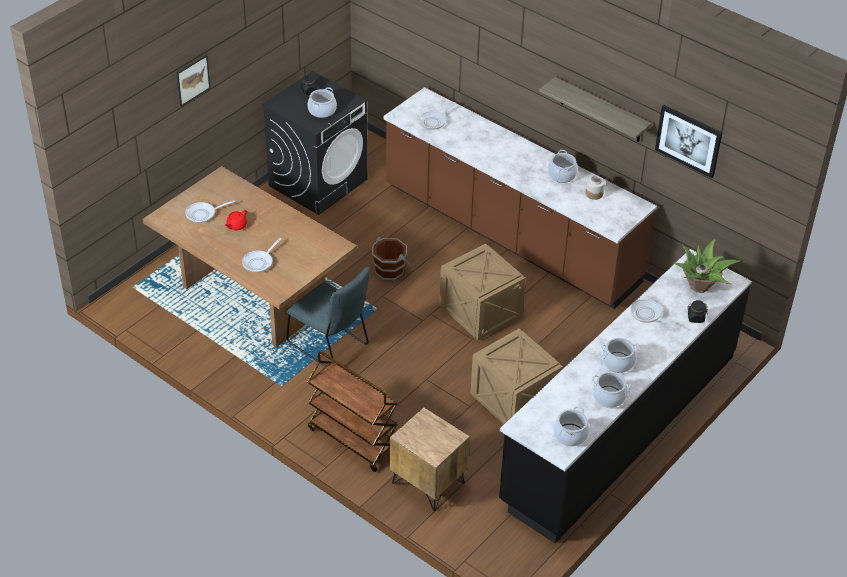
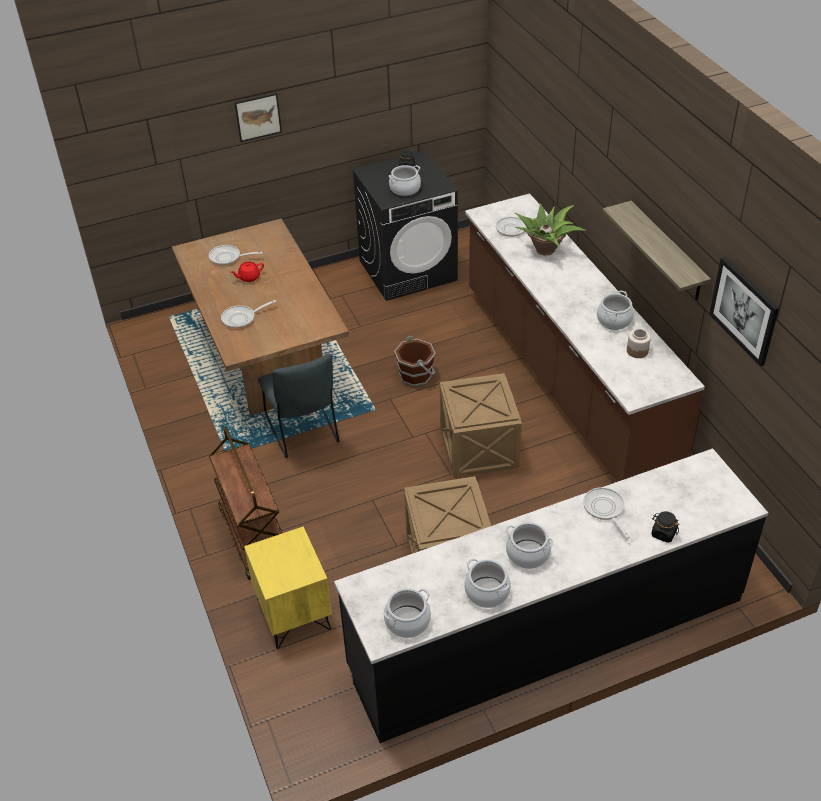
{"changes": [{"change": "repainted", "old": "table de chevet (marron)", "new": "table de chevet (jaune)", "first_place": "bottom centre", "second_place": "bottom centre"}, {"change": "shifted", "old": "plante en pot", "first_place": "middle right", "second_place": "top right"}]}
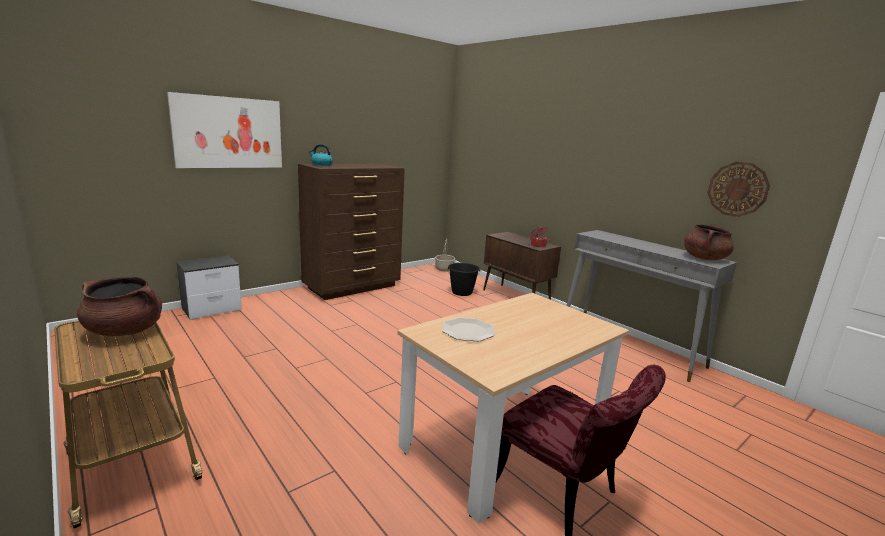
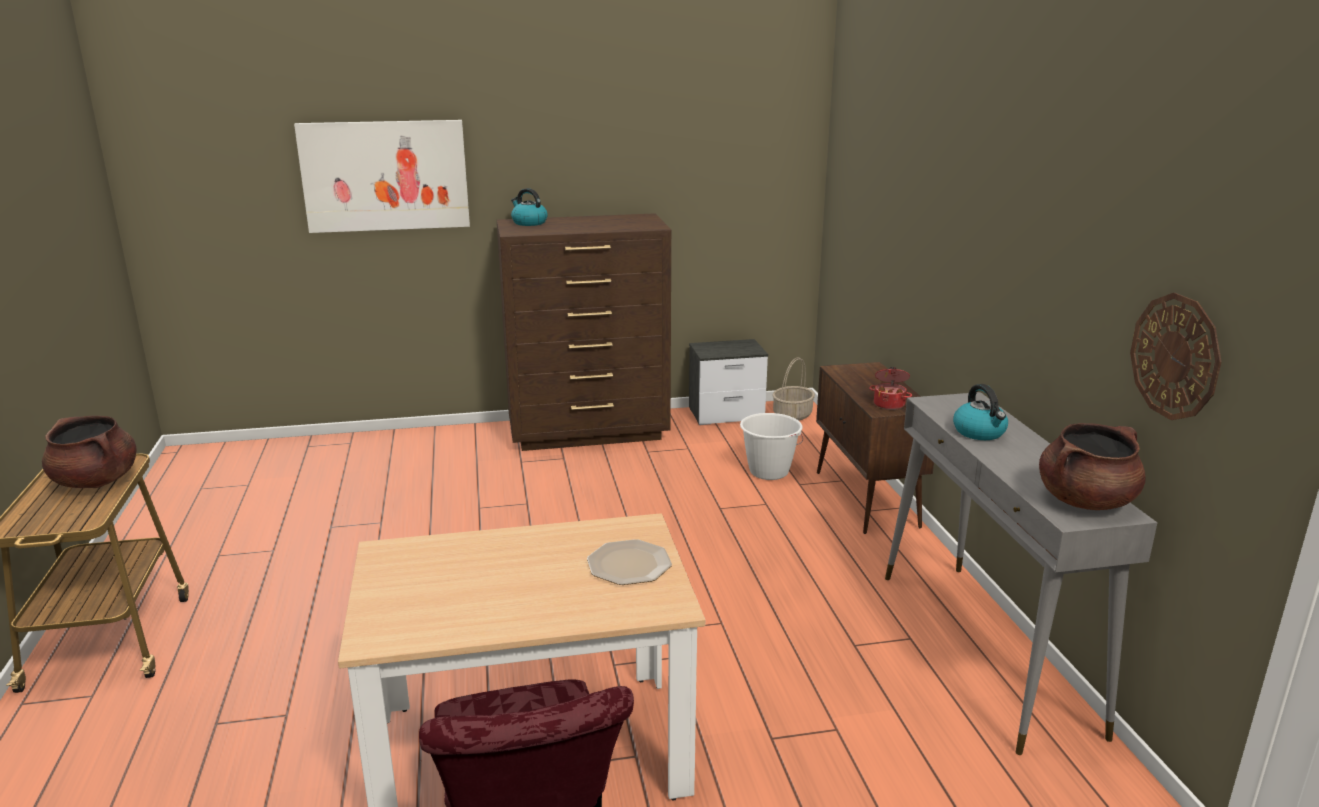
{"changes": [{"change": "shifted", "old": "assiette", "first_place": "centre", "second_place": "bottom centre"}, {"change": "shifted", "old": "table de chevet", "first_place": "middle left", "second_place": "centre"}, {"change": "repainted", "old": "seau (noir)", "new": "seau (blanc)", "first_place": "centre", "second_place": "centre"}, {"change": "new", "new": "bouilloire (no. 2 from left)", "second_place": "middle right"}]}
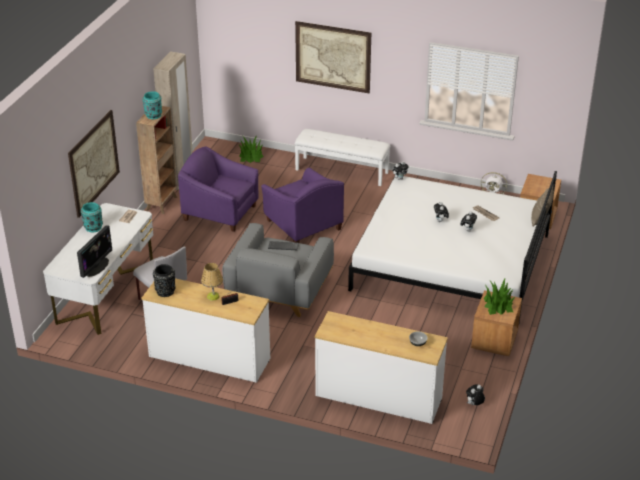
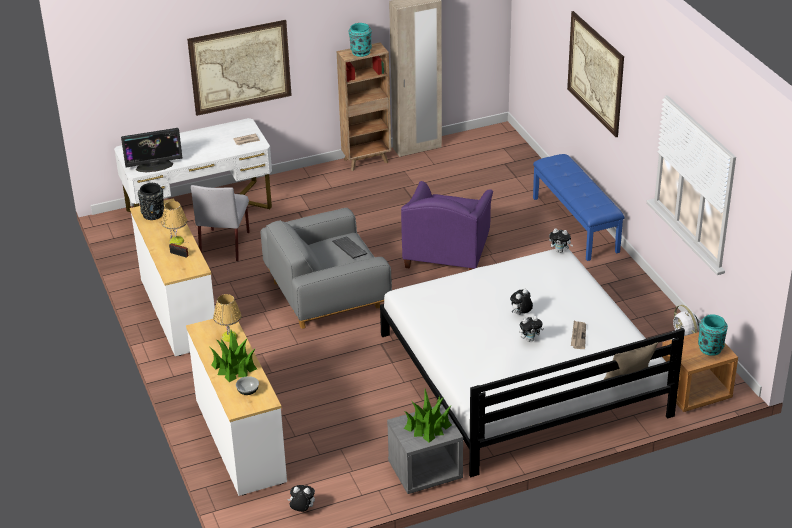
{"changes": [{"change": "shifted", "old": "plante en pot (no. 1 from left)", "first_place": "top centre", "second_place": "bottom left"}, {"change": "new", "new": "lampe de table (no. 2 from left)", "second_place": "middle left"}, {"change": "repainted", "old": "table de chevet (marron) (no. 1 from left)", "new": "table de chevet (gris)", "first_place": "bottom right", "second_place": "bottom centre"}, {"change": "repainted", "old": "banc (blanc)", "new": "banc (bleu)", "first_place": "top centre", "second_place": "middle right"}, {"change": "shifted", "old": "vase (turquoise) (no. 1 from left in the first image)", "new": "vase (turquoise) (no. 2 from left)", "first_place": "middle left", "second_place": "middle right"}, {"change": "gone", "old": "fauteuil (violet) (no. 1 from left)", "first_place": "centre"}]}
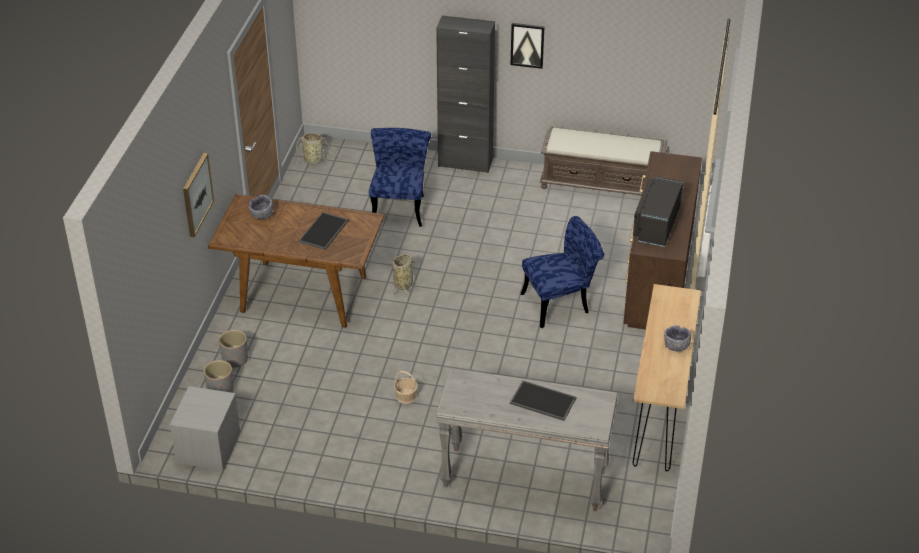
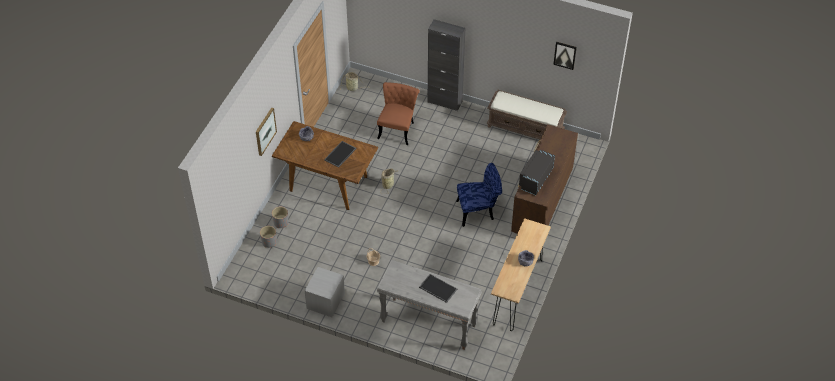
{"changes": [{"change": "shifted", "old": "table de chevet (gris)", "first_place": "bottom left", "second_place": "bottom centre"}, {"change": "repainted", "old": "chaise (bleu) (no. 1 from left)", "new": "chaise (marron)", "first_place": "top centre", "second_place": "top centre"}, {"change": "shifted", "old": "tableau (no. 2 from left)", "first_place": "top centre", "second_place": "top right"}]}
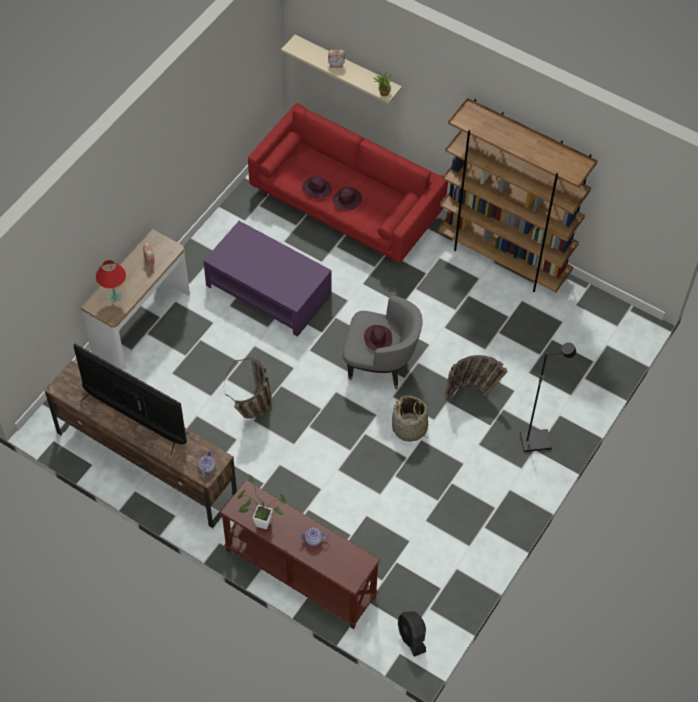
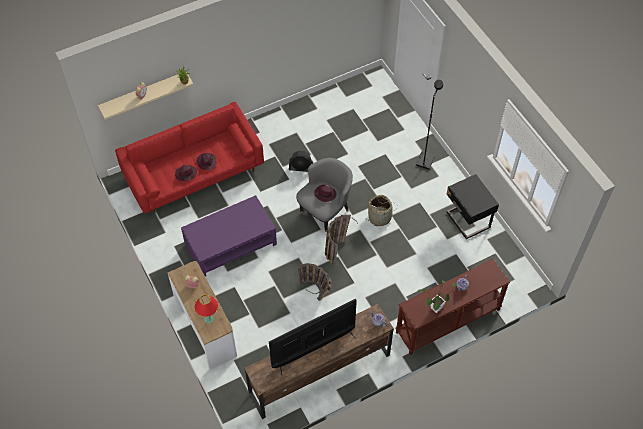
{"changes": [{"change": "shifted", "old": "ventilateur (noir)", "first_place": "bottom centre", "second_place": "centre"}, {"change": "shifted", "old": "panier (no. 3 from left in the first image)", "new": "panier (no. 2 from left)", "first_place": "middle right", "second_place": "centre"}, {"change": "new", "new": "table de chevet (noir)", "second_place": "middle right"}, {"change": "gone", "old": "bibliothèque (marron)", "first_place": "top right"}]}
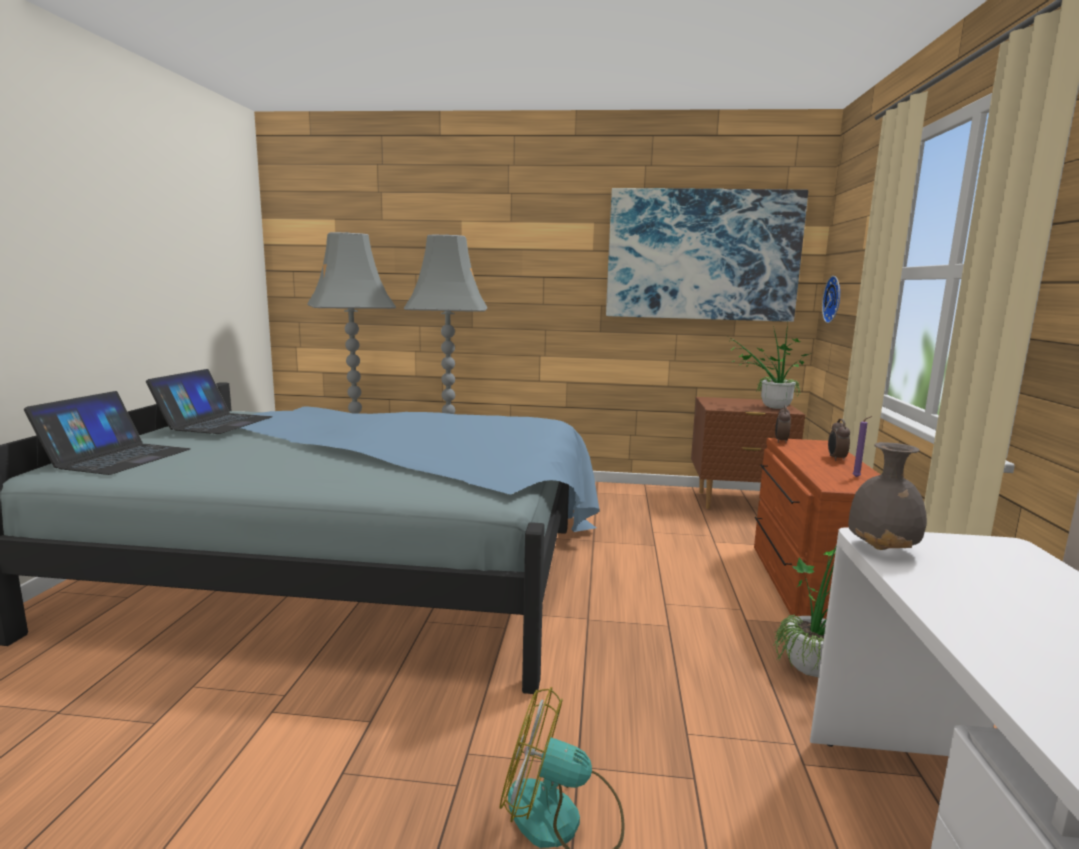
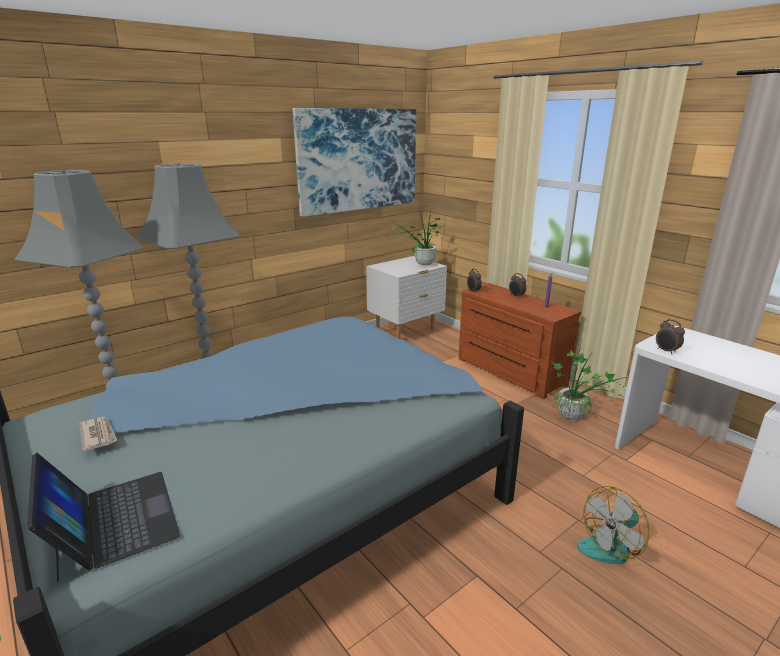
{"changes": [{"change": "swapped", "old": "ordinateur portable (no. 2 from left)", "new": "journal", "first_place": "middle left", "second_place": "middle left"}, {"change": "repainted", "old": "table de chevet (marron)", "new": "table de chevet (blanc)", "first_place": "middle right", "second_place": "centre"}, {"change": "swapped", "old": "vase (gris)", "new": "réveil (no. 3 from left)", "first_place": "middle right", "second_place": "middle right"}, {"change": "gone", "old": "horloge murale", "first_place": "middle right"}]}
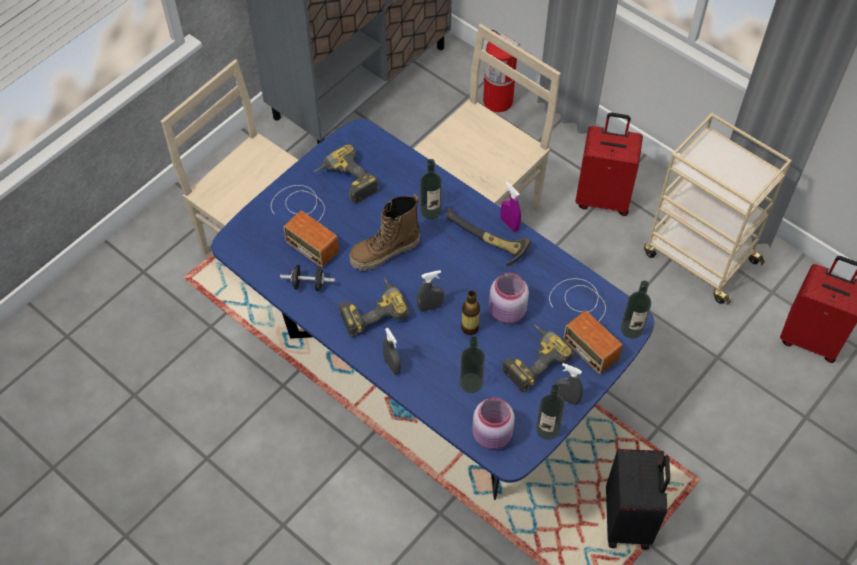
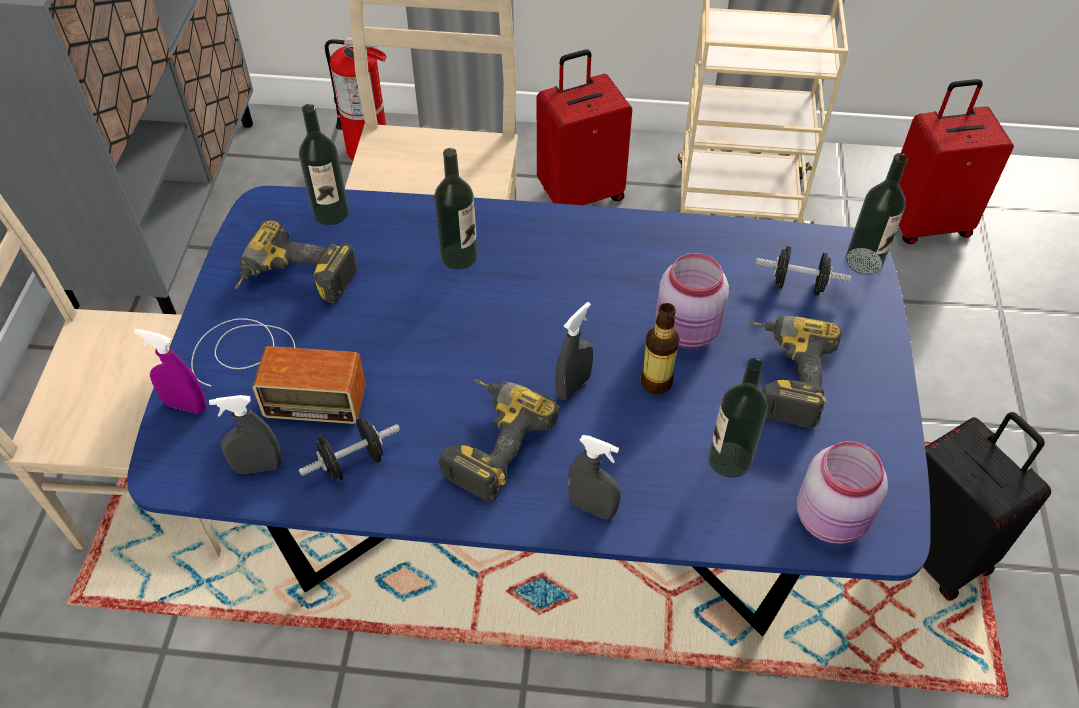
{"changes": [{"change": "shifted", "old": "vaporisateur (violet)", "first_place": "centre", "second_place": "middle left"}, {"change": "shifted", "old": "vaporisateur (gris) (no. 3 from left in the first image)", "new": "vaporisateur (gris) (no. 1 from left)", "first_place": "bottom centre", "second_place": "middle left"}, {"change": "shifted", "old": "bouteille (no. 4 from left in the first image)", "new": "bouteille (no. 1 from left)", "first_place": "bottom centre", "second_place": "top left"}, {"change": "swapped", "old": "radio (no. 2 from left)", "new": "haltère (noir) (no. 2 from left)", "first_place": "middle right", "second_place": "middle right"}, {"change": "gone", "old": "botte", "first_place": "centre"}, {"change": "gone", "old": "marteau", "first_place": "centre"}]}
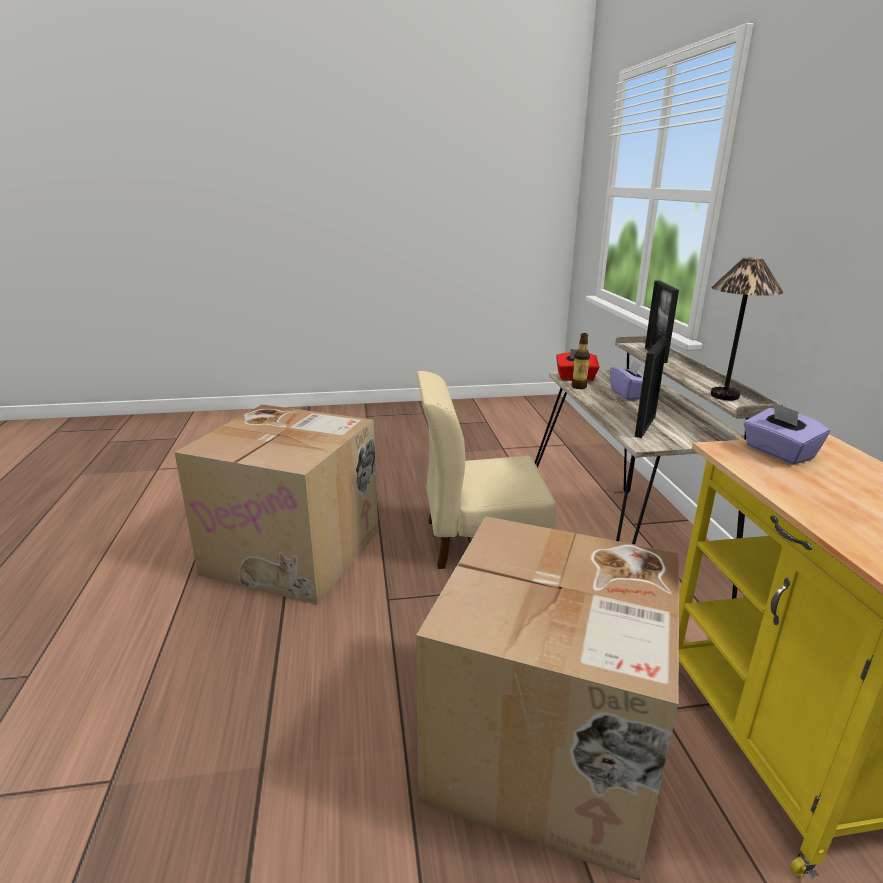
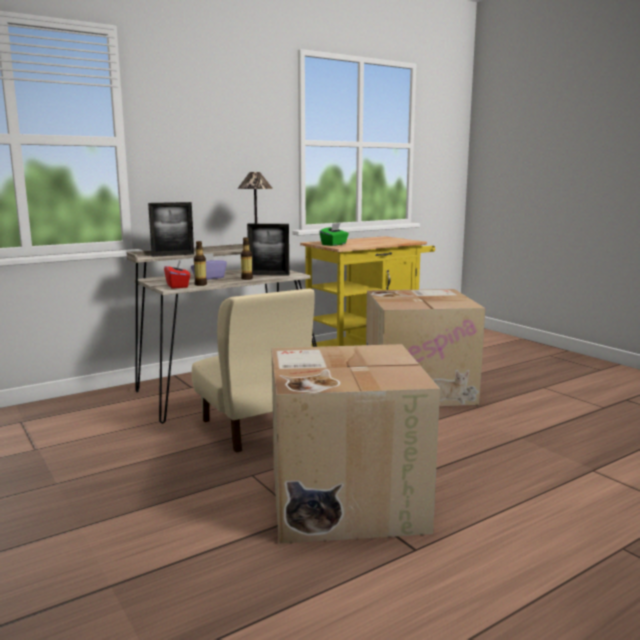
{"changes": [{"change": "new", "new": "bouteille (no. 2 from left)", "second_place": "centre"}, {"change": "repainted", "old": "boîte à mouchoirs (violet) (no. 2 from left)", "new": "boîte à mouchoirs (vert)", "first_place": "middle right", "second_place": "centre"}]}
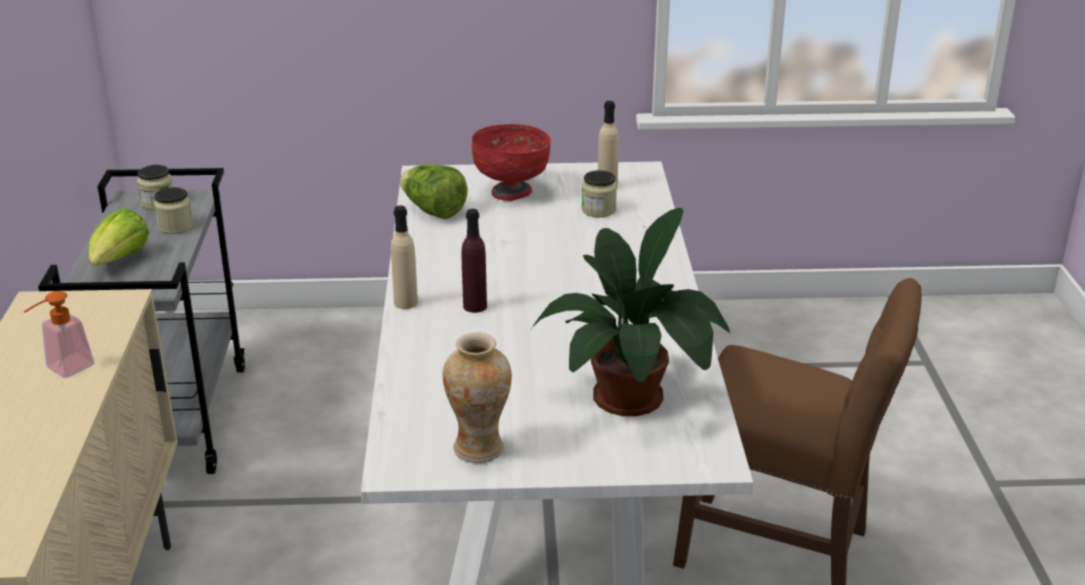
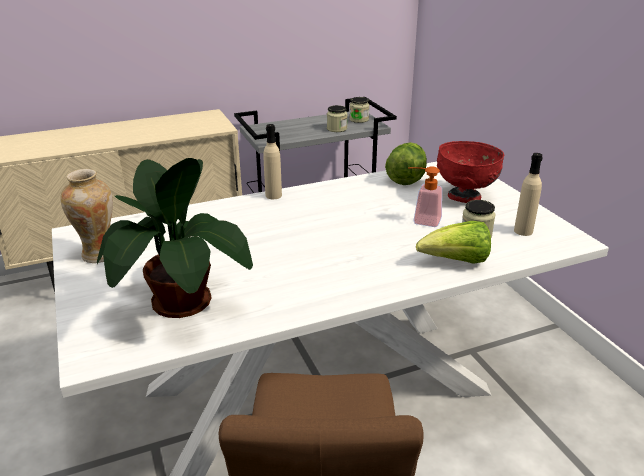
{"changes": [{"change": "shifted", "old": "distributeur de savon", "first_place": "middle left", "second_place": "centre"}, {"change": "shifted", "old": "laitue (no. 1 from left in the first image)", "new": "laitue (no. 2 from left)", "first_place": "middle left", "second_place": "middle right"}, {"change": "gone", "old": "bouteille (violet)", "first_place": "centre"}]}
